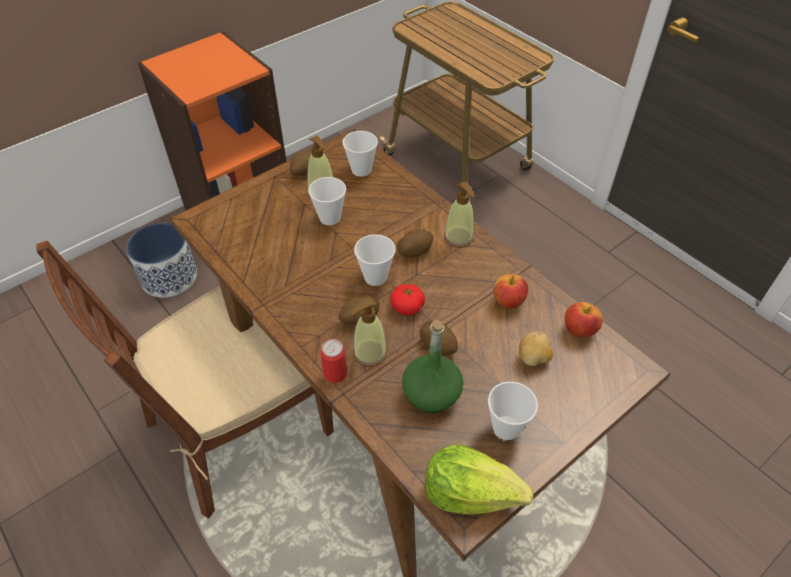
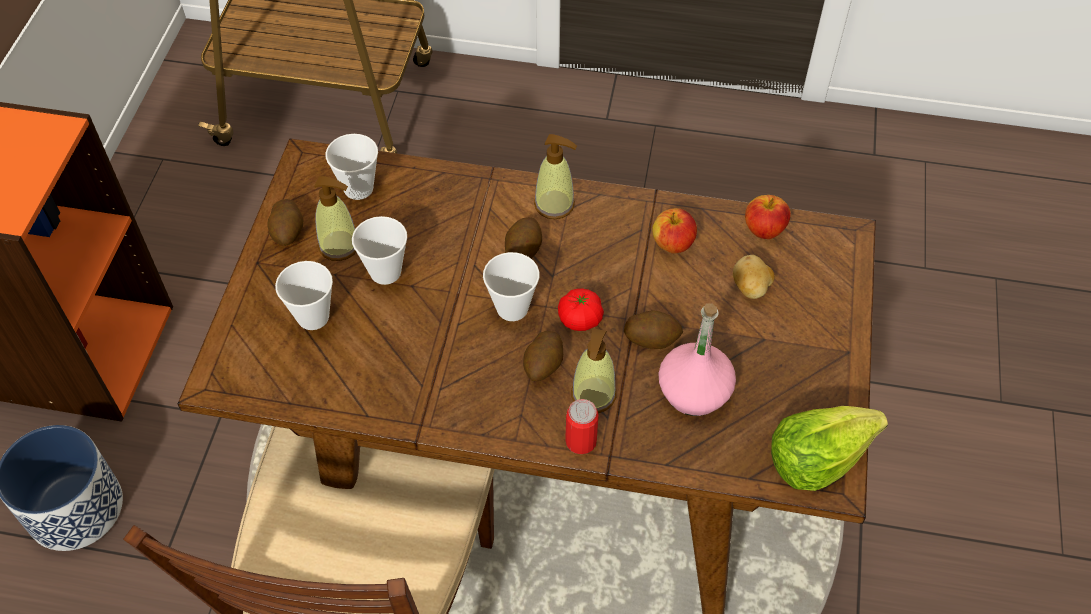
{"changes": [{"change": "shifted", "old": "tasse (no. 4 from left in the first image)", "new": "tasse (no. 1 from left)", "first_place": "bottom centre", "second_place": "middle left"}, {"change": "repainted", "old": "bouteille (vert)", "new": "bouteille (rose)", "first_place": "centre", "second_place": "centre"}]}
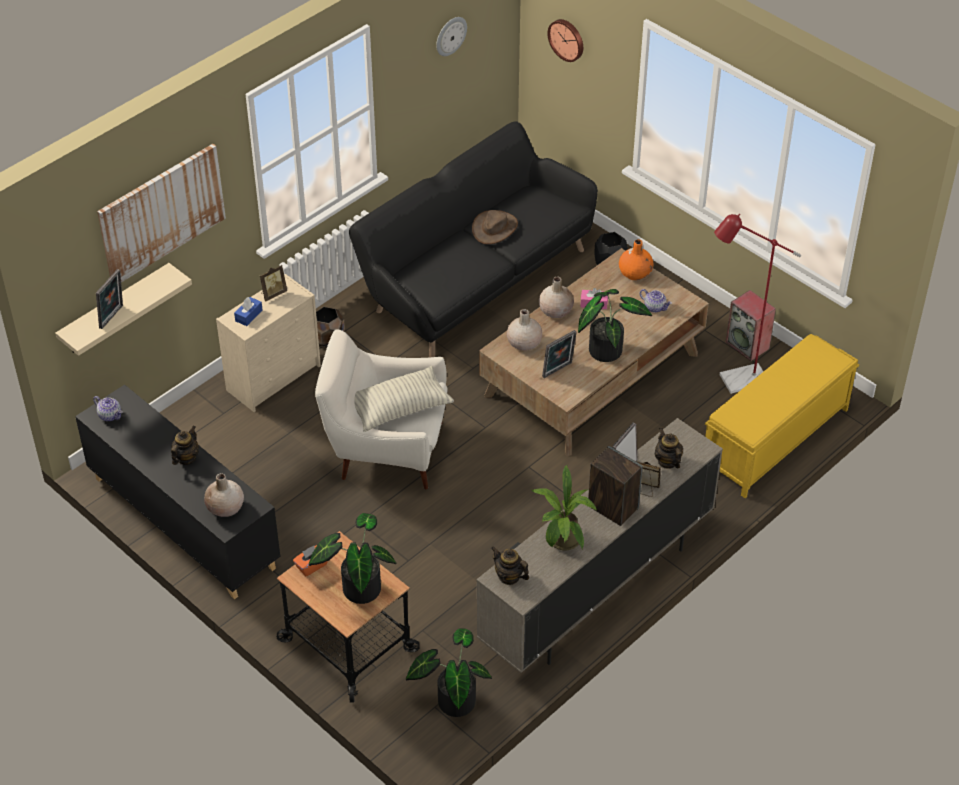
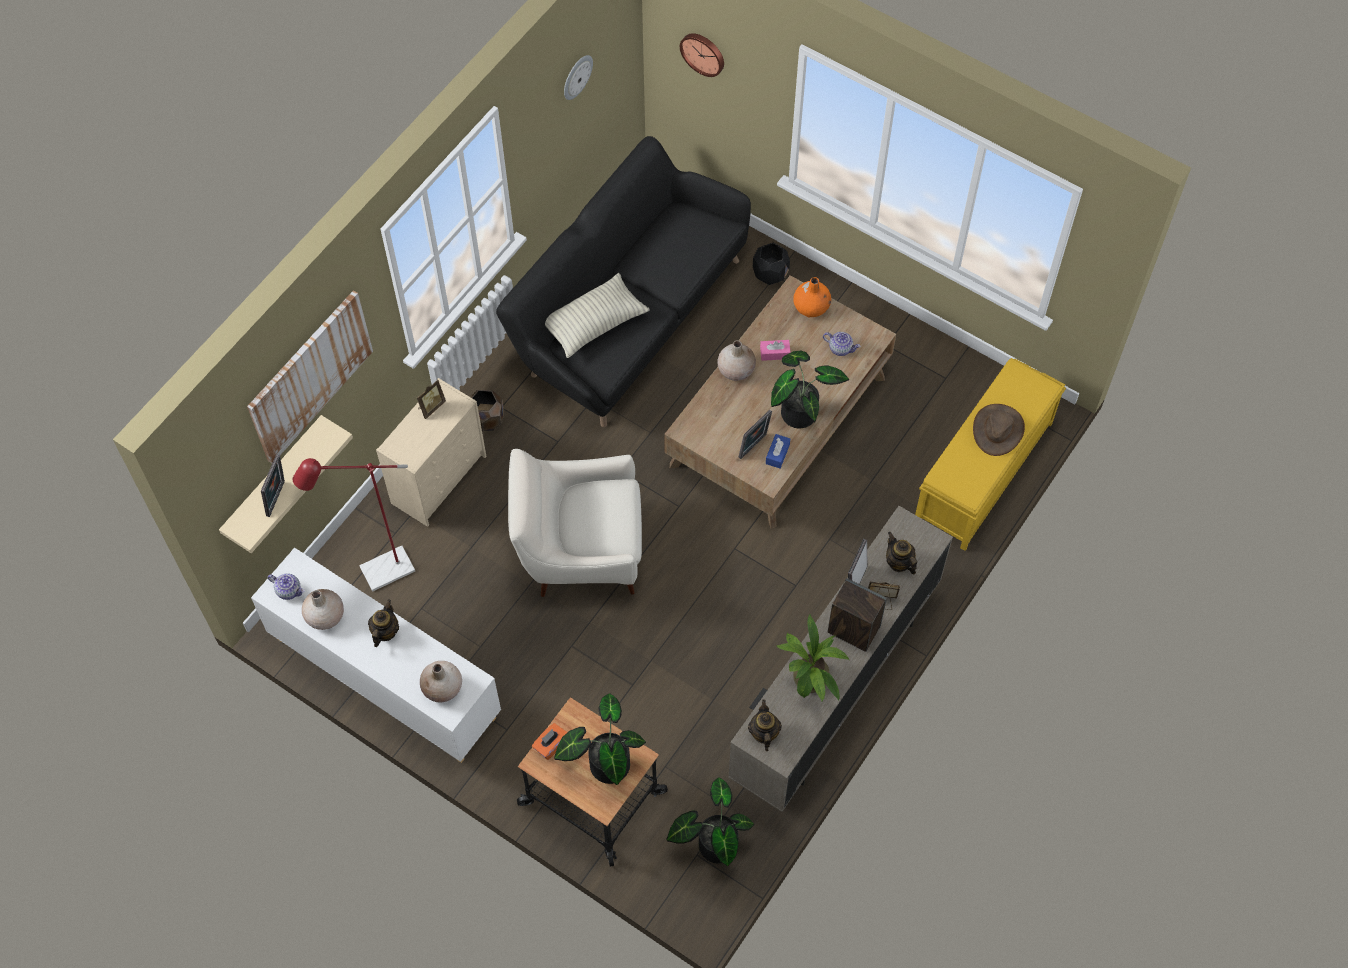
{"changes": [{"change": "repainted", "old": "meuble de rangement (noir)", "new": "meuble de rangement (blanc)", "first_place": "middle left", "second_place": "bottom left"}, {"change": "shifted", "old": "lampadaire (rouge)", "first_place": "middle right", "second_place": "middle left"}, {"change": "shifted", "old": "vase (beige) (no. 2 from left in the first image)", "new": "vase (beige) (no. 1 from left)", "first_place": "centre", "second_place": "middle left"}, {"change": "shifted", "old": "coussin", "first_place": "centre", "second_place": "top centre"}, {"change": "rotated", "old": "théière (no. 3 from left)", "first_place": "bottom centre", "second_place": "bottom centre", "degrees": 60}, {"change": "shifted", "old": "boîte à mouchoirs (bleu)", "first_place": "middle left", "second_place": "centre"}, {"change": "shifted", "old": "chapeau (marron)", "first_place": "top centre", "second_place": "middle right"}, {"change": "gone", "old": "enceinte (no. 2 from left)", "first_place": "middle right"}]}
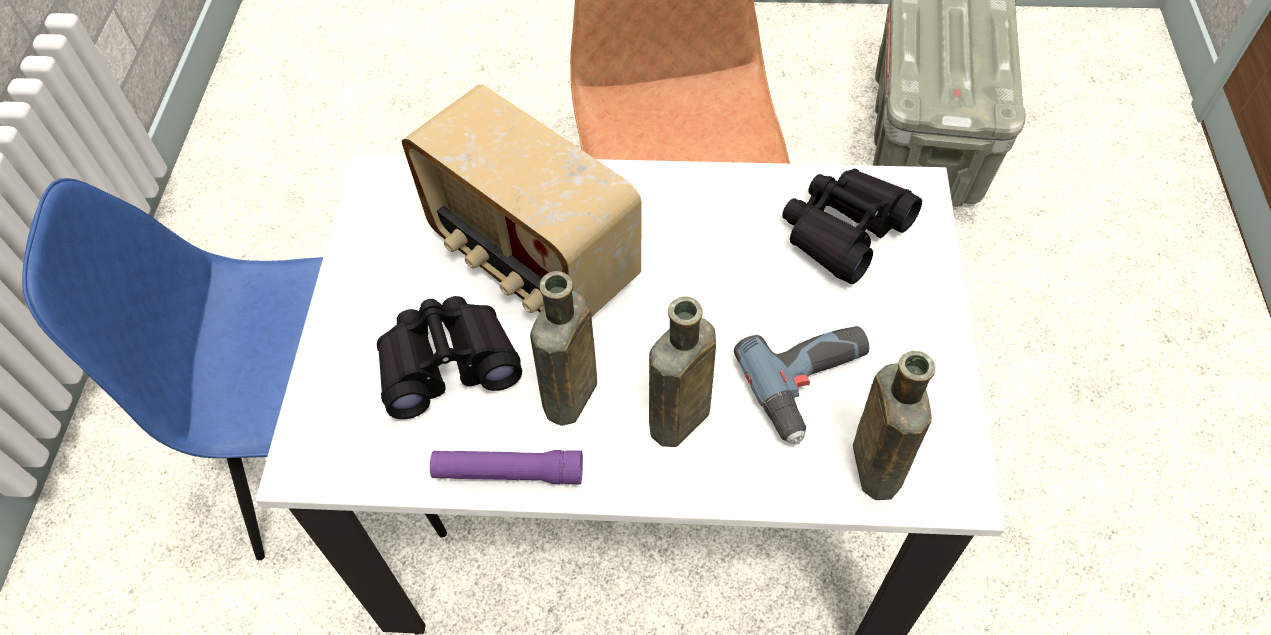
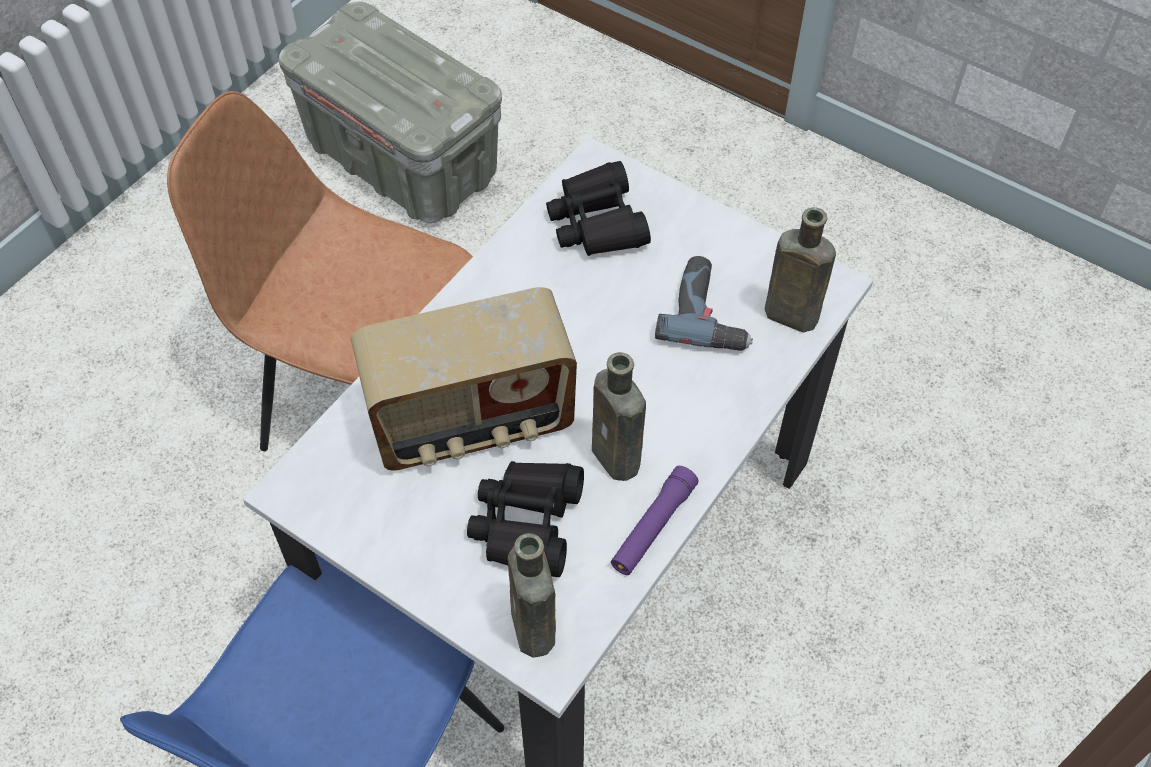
{"changes": [{"change": "shifted", "old": "bouteille (marron) (no. 2 from left in the first image)", "new": "bouteille (marron) (no. 1 from left)", "first_place": "centre", "second_place": "bottom centre"}]}
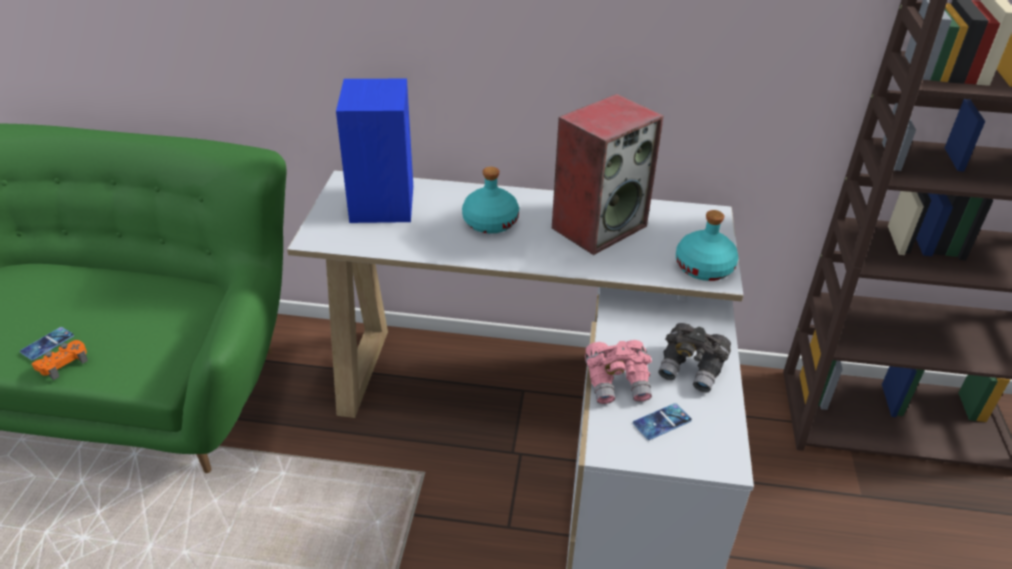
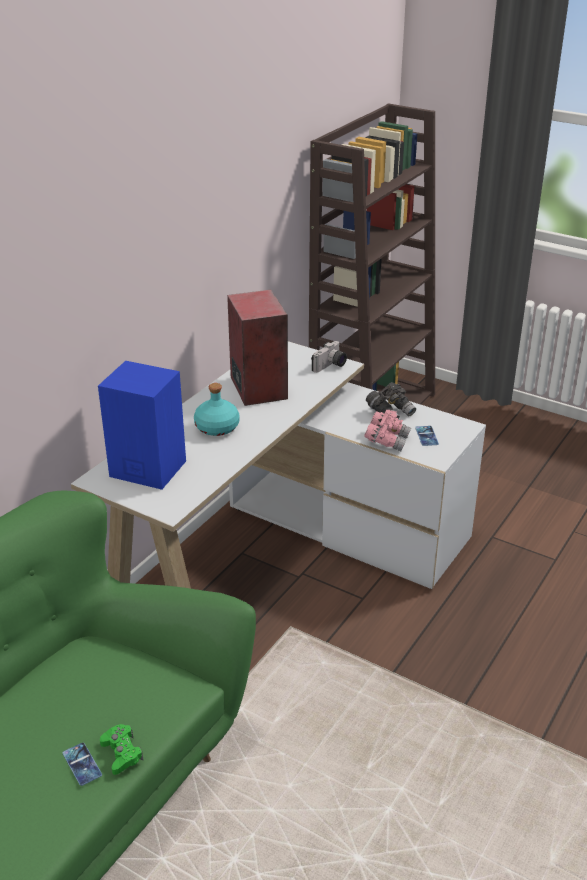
{"changes": [{"change": "repainted", "old": "manette (orange)", "new": "manette (vert)", "first_place": "middle left", "second_place": "bottom left"}, {"change": "swapped", "old": "bouteille (turquoise) (no. 2 from left)", "new": "appareil photo", "first_place": "middle right", "second_place": "centre"}]}
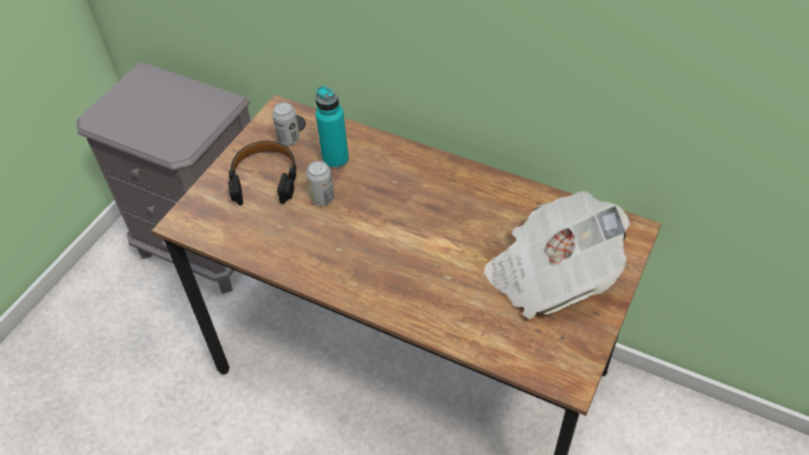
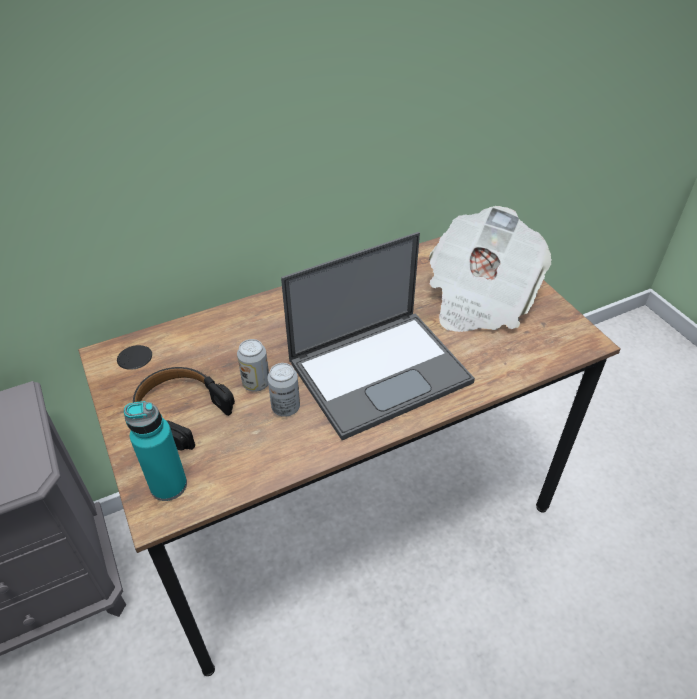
{"changes": [{"change": "shifted", "old": "bouteille (turquoise)", "first_place": "top centre", "second_place": "middle left"}, {"change": "shifted", "old": "boîte métallique (no. 1 from left in the first image)", "new": "boîte métallique (no. 2 from left)", "first_place": "top centre", "second_place": "centre"}, {"change": "new", "new": "ordinateur portable", "second_place": "centre"}]}
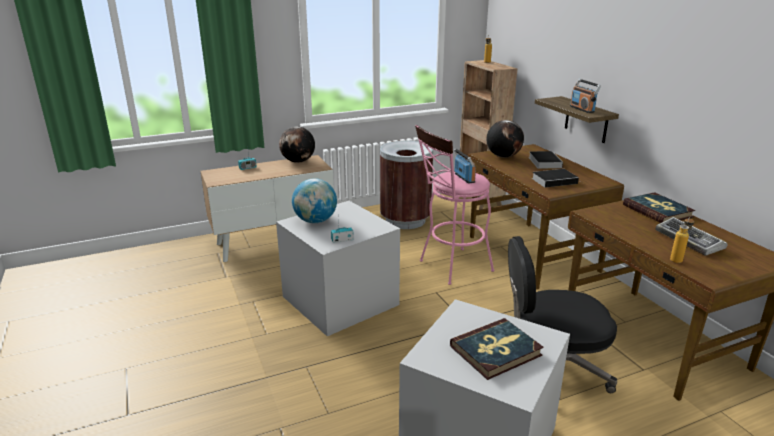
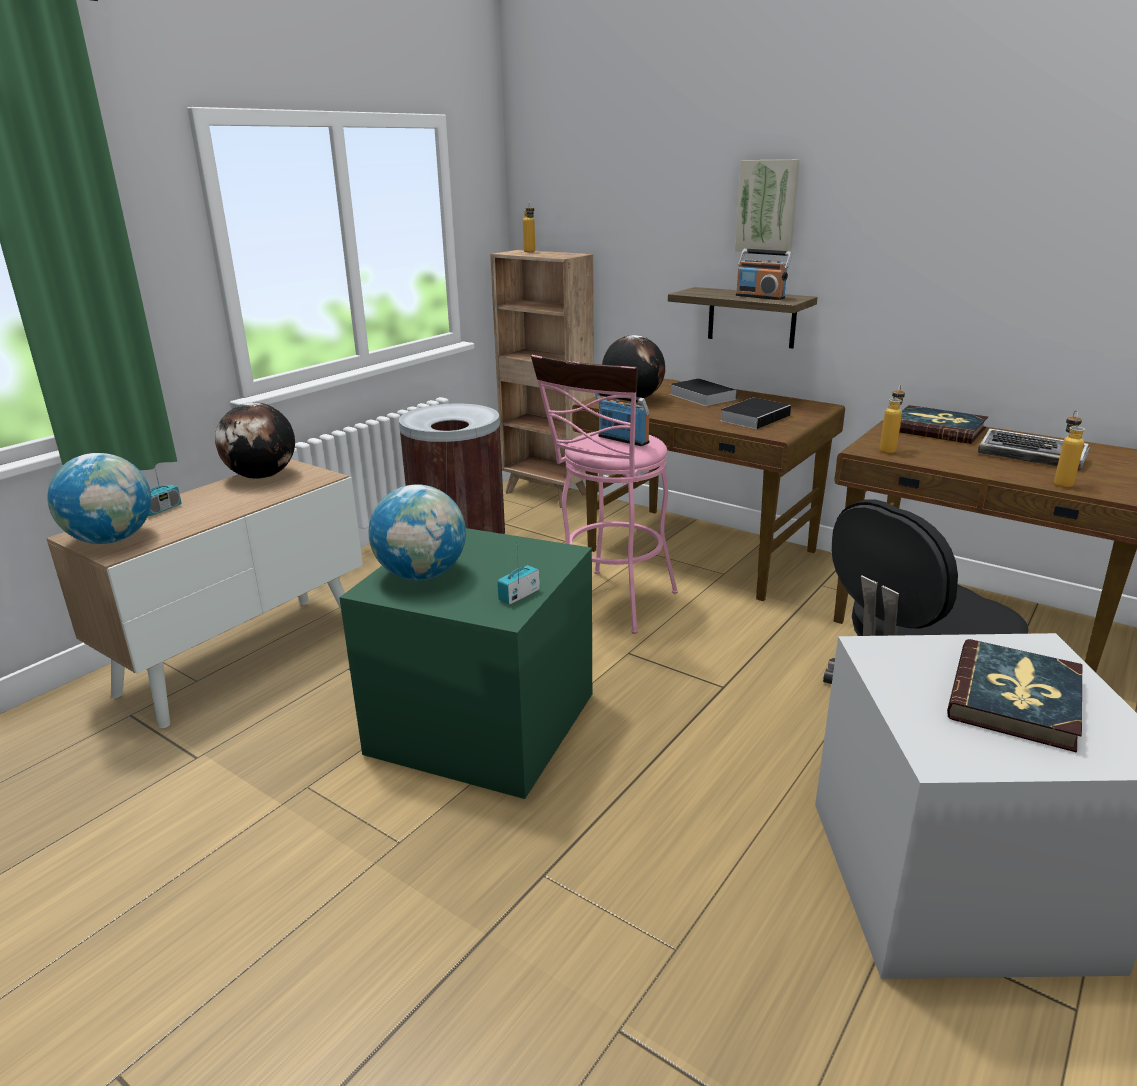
{"changes": [{"change": "new", "new": "globe (no. 1 from left)", "second_place": "middle left"}, {"change": "repainted", "old": "boîte de rangement (gris) (no. 1 from left)", "new": "boîte de rangement (vert)", "first_place": "centre", "second_place": "centre"}, {"change": "new", "new": "tableau", "second_place": "top right"}, {"change": "new", "new": "bouteille (no. 2 from left)", "second_place": "middle right"}]}
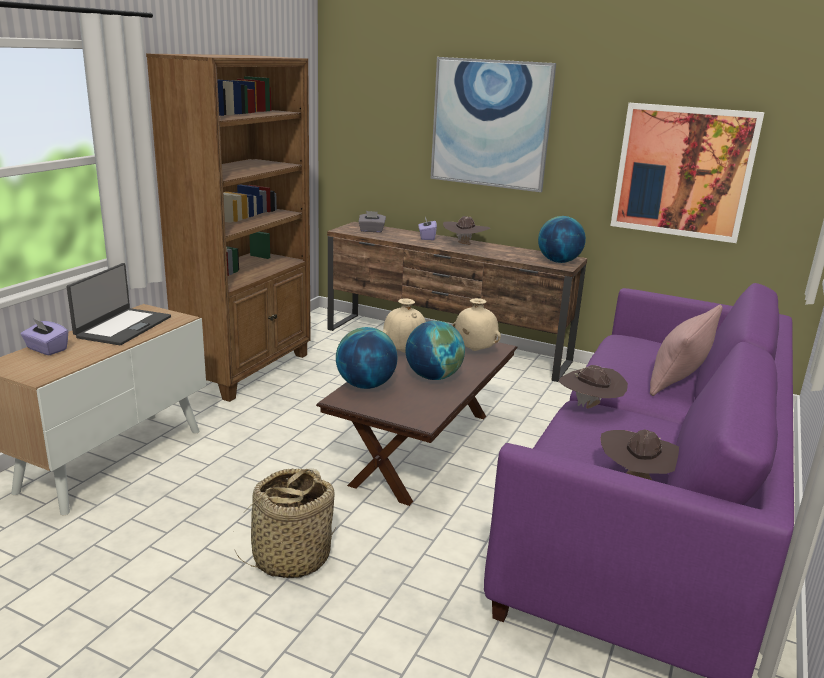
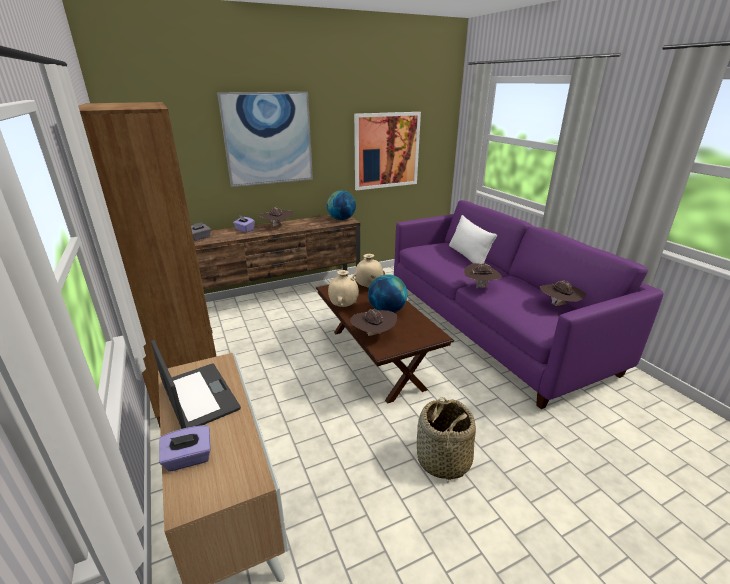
{"changes": [{"change": "swapped", "old": "globe (no. 1 from left)", "new": "chapeau (marron) (no. 2 from left)", "first_place": "centre", "second_place": "centre"}, {"change": "repainted", "old": "coussin (rose)", "new": "coussin (blanc)", "first_place": "middle right", "second_place": "centre"}]}
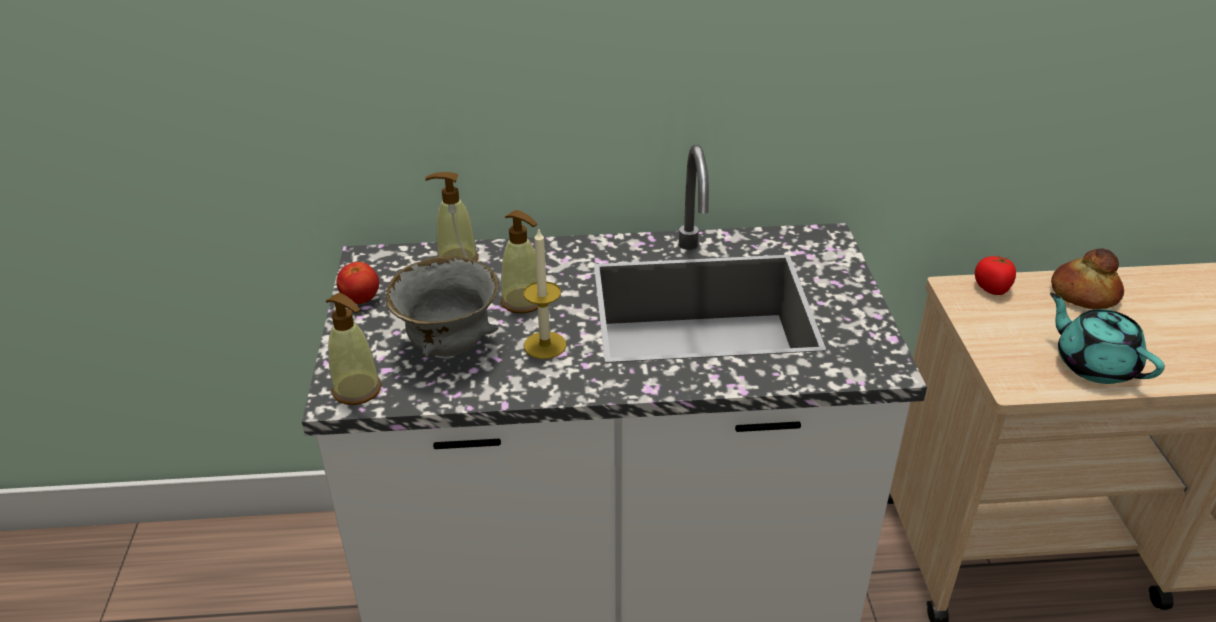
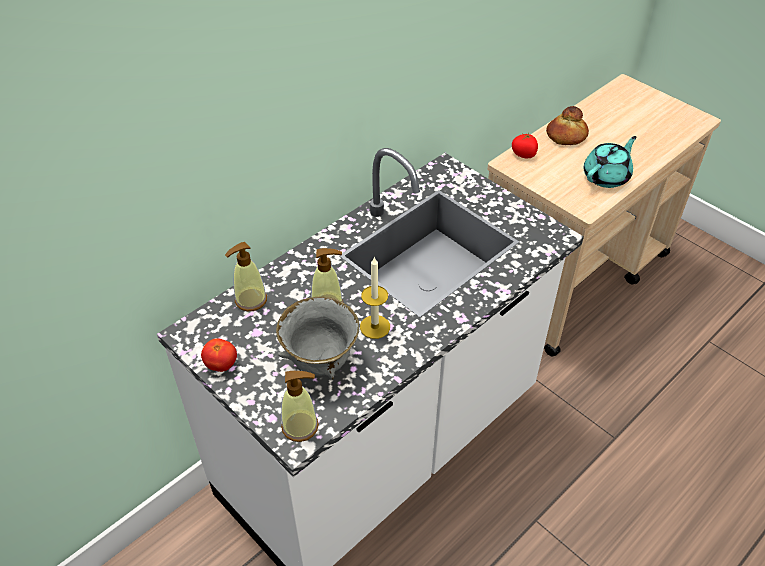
{"changes": [{"change": "rotated", "old": "théière (turquoise)", "first_place": "middle right", "second_place": "top right", "degrees": 120}]}
